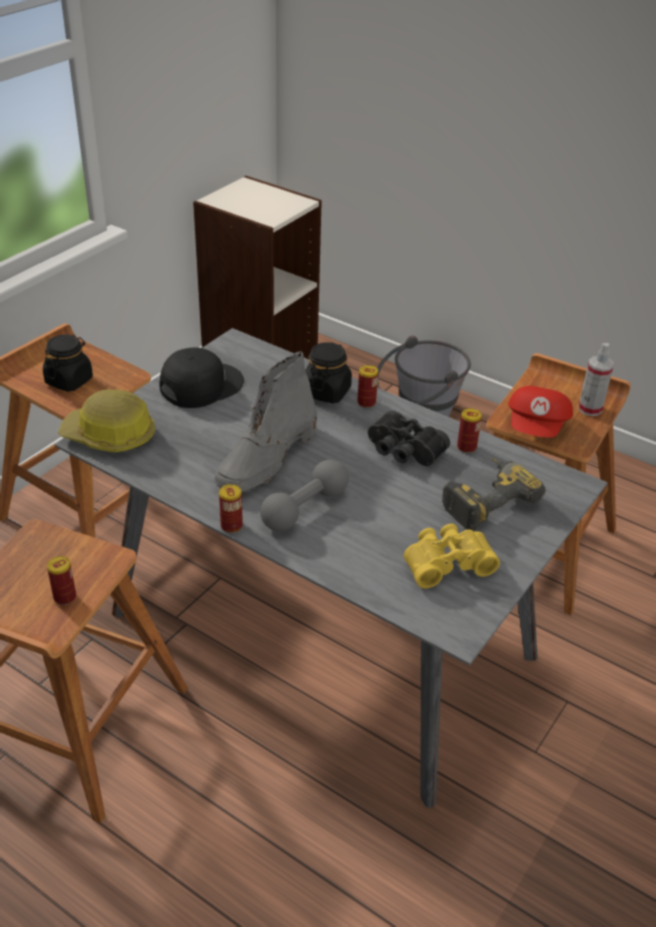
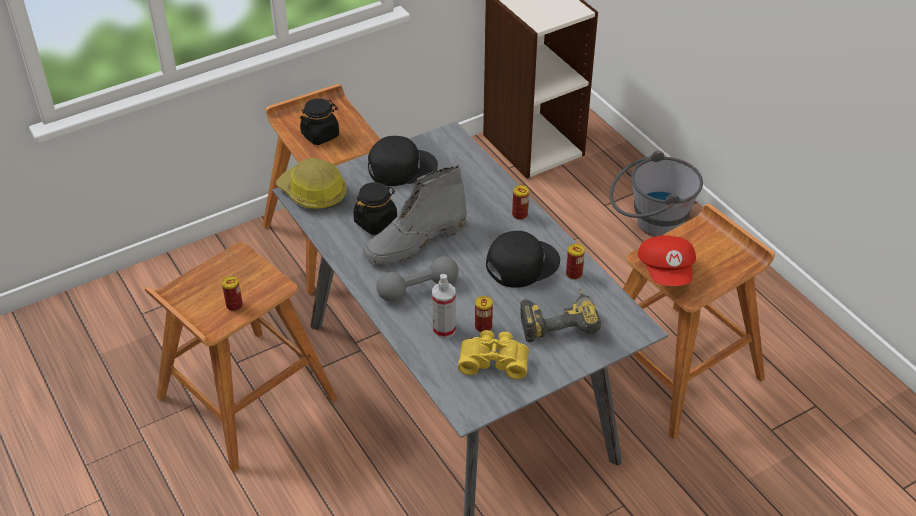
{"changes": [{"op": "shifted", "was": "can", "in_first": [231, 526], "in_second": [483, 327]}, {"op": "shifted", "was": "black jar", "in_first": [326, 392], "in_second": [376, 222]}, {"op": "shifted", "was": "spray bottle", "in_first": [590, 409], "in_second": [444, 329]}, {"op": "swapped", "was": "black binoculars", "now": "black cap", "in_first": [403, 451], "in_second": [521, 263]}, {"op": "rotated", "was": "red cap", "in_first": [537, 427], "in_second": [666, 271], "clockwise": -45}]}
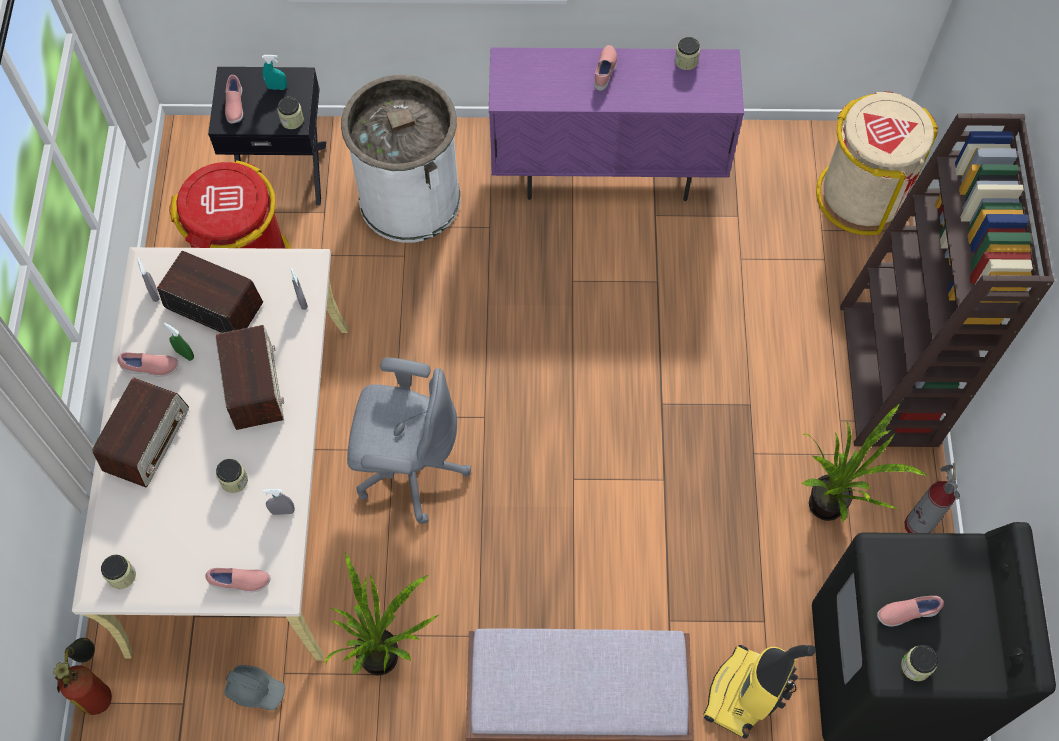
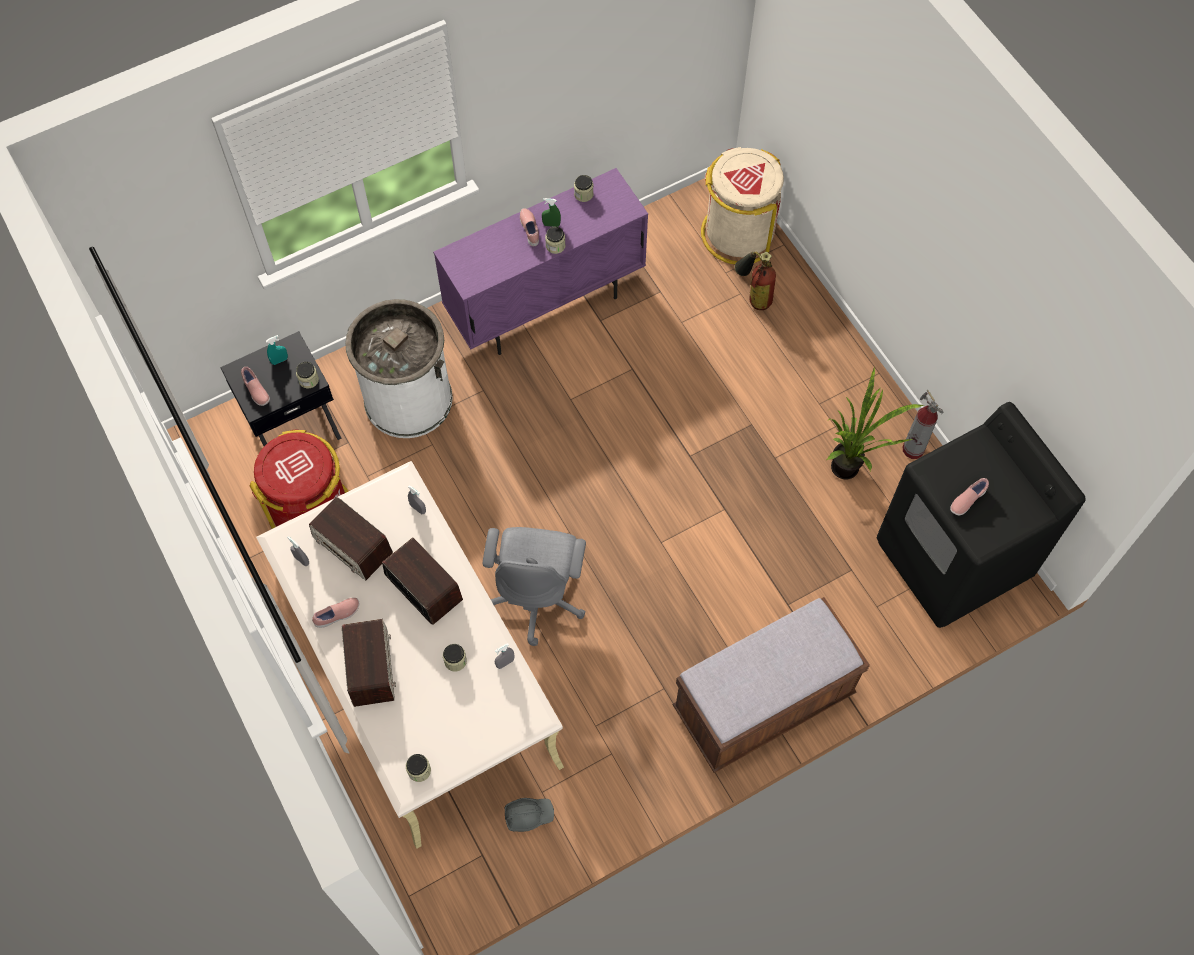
{"changes": [{"op": "gone", "was": "pink shoe", "in_first": [240, 582]}, {"op": "gone", "was": "potted plant", "in_first": [388, 658]}, {"op": "gone", "was": "vacuum cleaner", "in_first": [743, 694]}, {"op": "gone", "was": "brown bookcase", "in_first": [890, 376]}, {"op": "shifted", "was": "fire extinguisher", "in_first": [96, 686], "in_second": [753, 296]}, {"op": "shifted", "was": "green spray bottle", "in_first": [185, 354], "in_second": [551, 224]}, {"op": "shifted", "was": "jar", "in_first": [916, 666], "in_second": [555, 246]}, {"op": "rotated", "was": "radio", "in_first": [213, 305], "in_second": [353, 545], "clockwise": -135}, {"op": "rotated", "was": "grey office chair", "in_first": [410, 468], "in_second": [538, 597], "clockwise": 120}]}
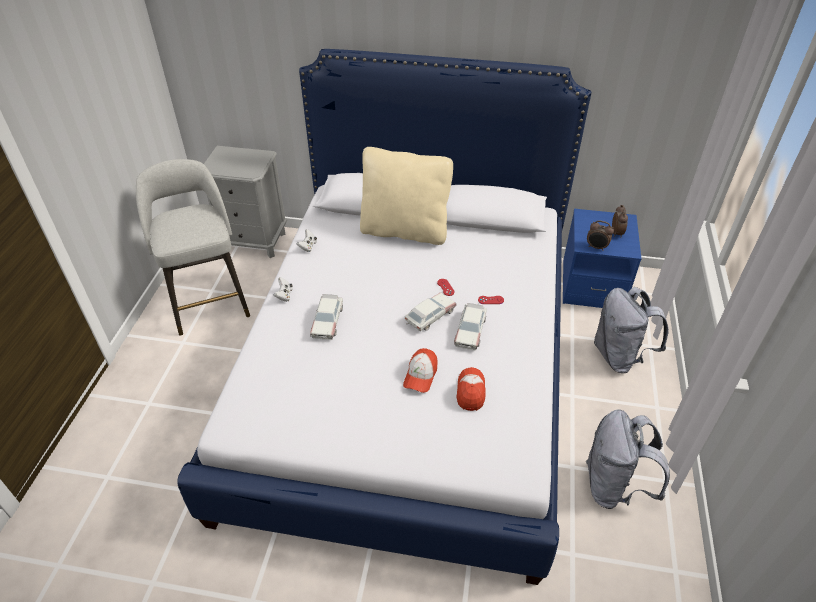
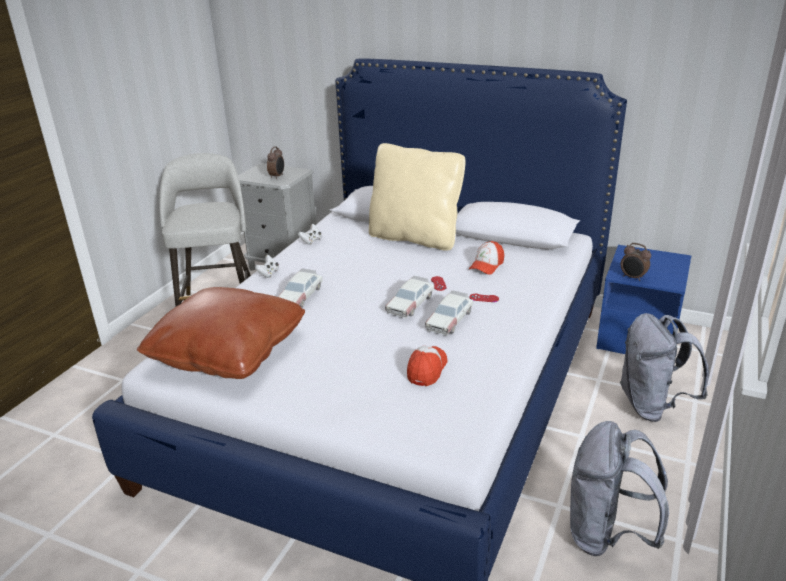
{"changes": [{"op": "new", "now": "brown pillow", "in_second": [228, 351]}, {"op": "shifted", "was": "cap", "in_first": [420, 375], "in_second": [486, 265]}, {"op": "shifted", "was": "alarm clock", "in_first": [617, 233], "in_second": [277, 176]}, {"op": "rotated", "was": "toy car", "in_first": [430, 316], "in_second": [410, 303], "clockwise": 150}]}
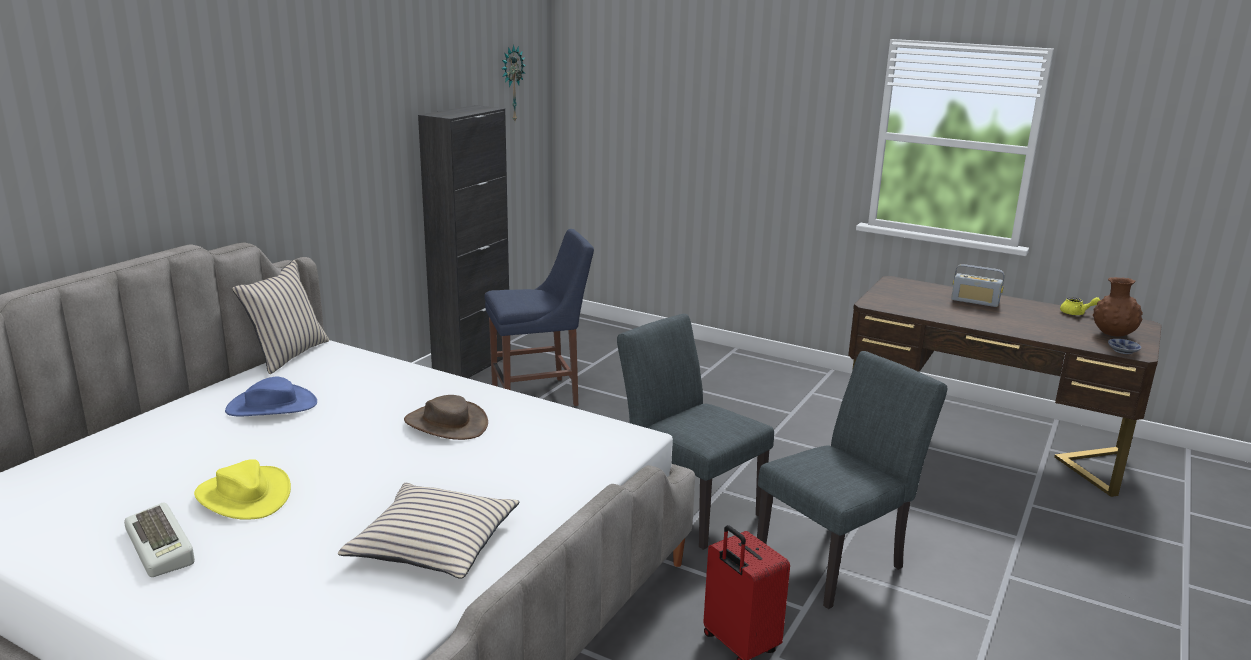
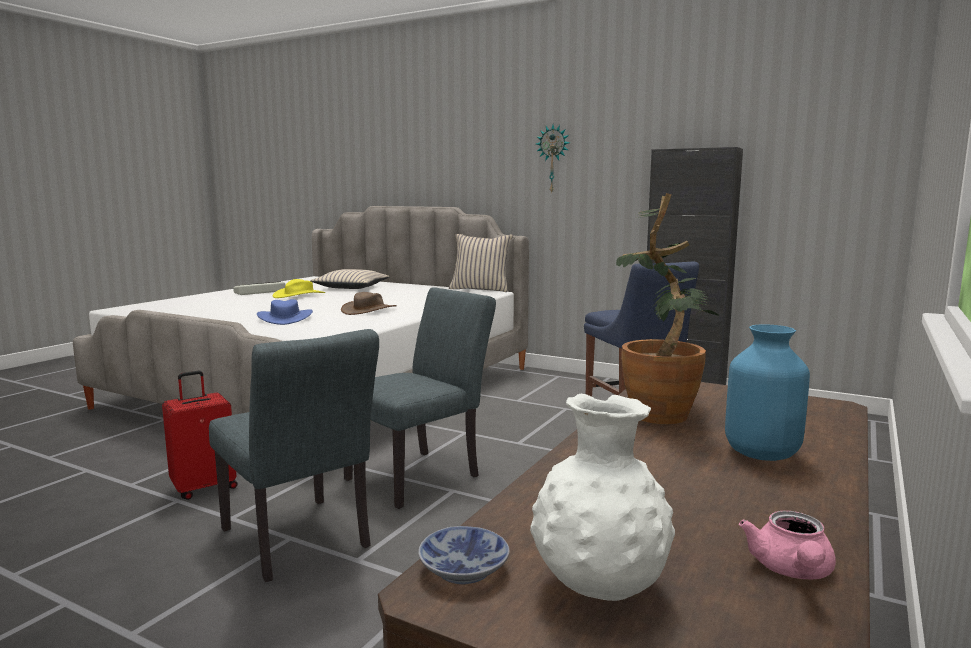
{"changes": [{"op": "new", "now": "potted plant", "in_second": [665, 411]}, {"op": "shifted", "was": "blue hat", "in_first": [272, 406], "in_second": [285, 318]}, {"op": "shifted", "was": "beige pillow", "in_first": [433, 544], "in_second": [351, 287]}, {"op": "shifted", "was": "wall clock", "in_first": [511, 84], "in_second": [553, 159]}, {"op": "swapped", "was": "radio", "now": "blue vase", "in_first": [975, 301], "in_second": [762, 454]}, {"op": "repainted", "was": "yellow teapot", "now": "pink teapot", "in_first": [1076, 313], "in_second": [791, 571]}, {"op": "repainted", "was": "brown vase", "now": "white vase", "in_first": [1112, 335], "in_second": [599, 587]}]}
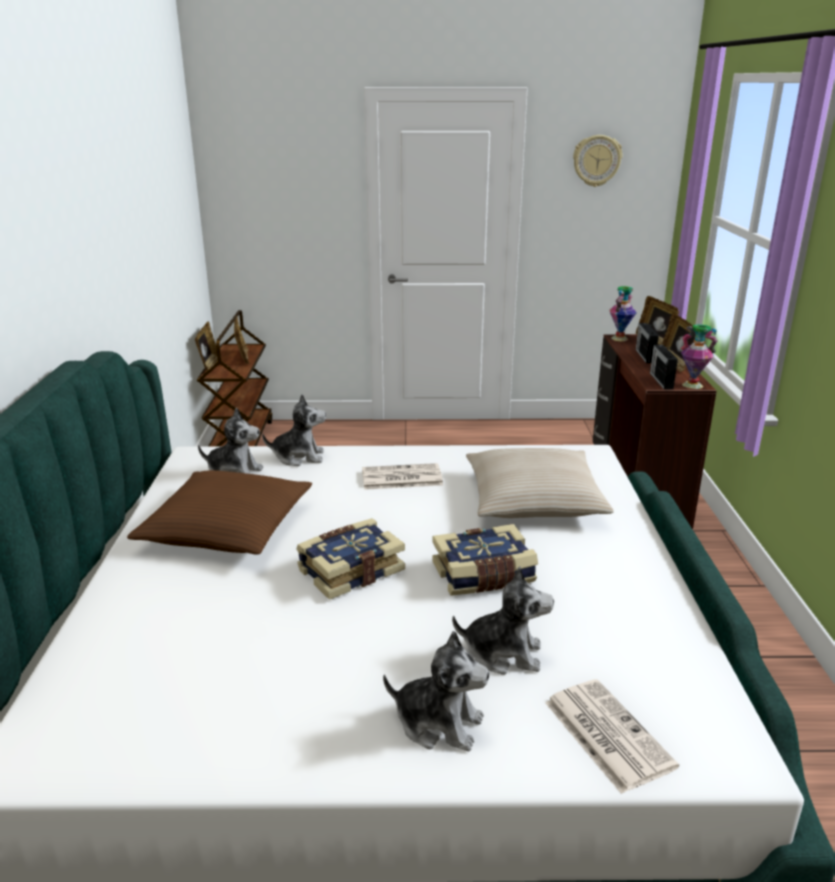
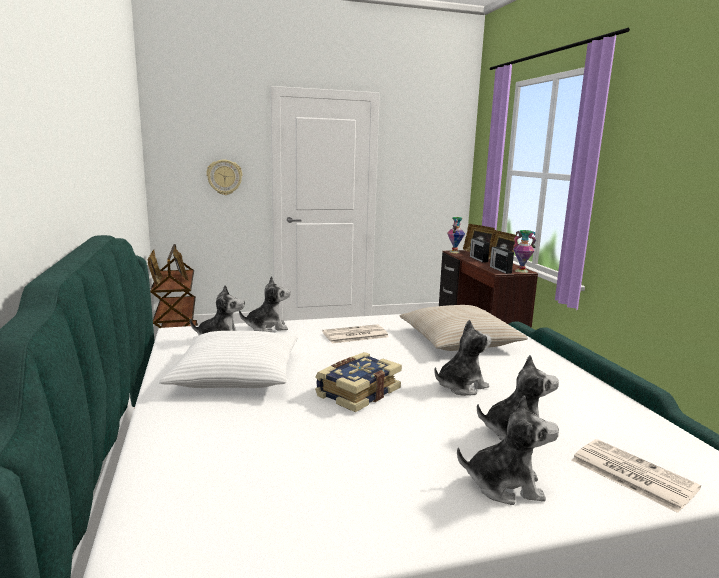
{"changes": [{"op": "shifted", "was": "wall clock", "in_first": [596, 160], "in_second": [224, 177]}, {"op": "swapped", "was": "book", "now": "plush toy", "in_first": [484, 575], "in_second": [460, 386]}, {"op": "repainted", "was": "brown pillow", "now": "white pillow", "in_first": [226, 528], "in_second": [236, 374]}]}
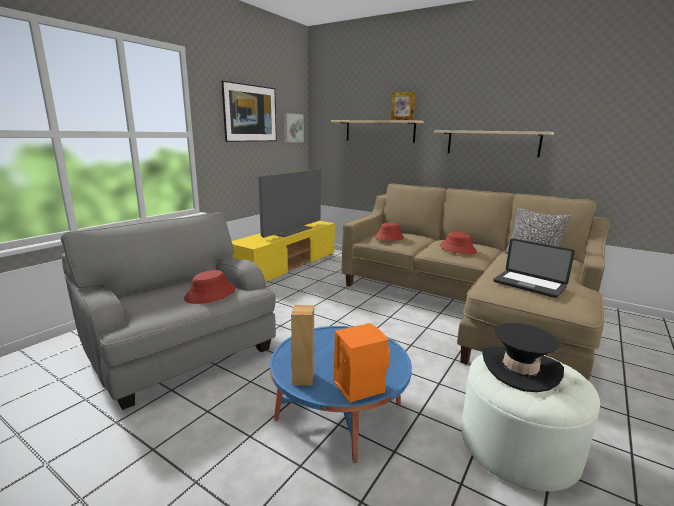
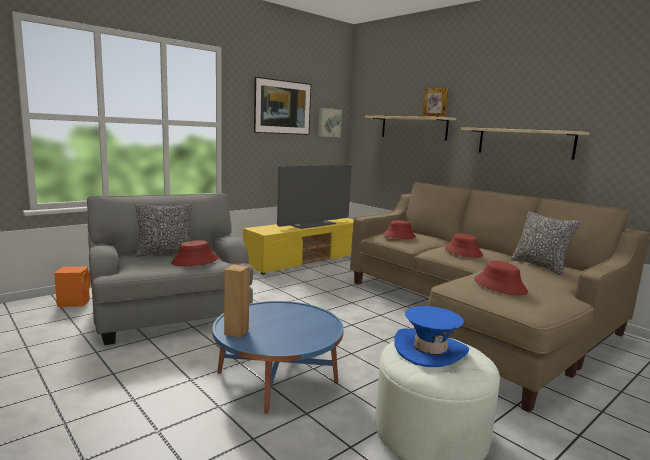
{"changes": [{"op": "new", "now": "pillow", "in_second": [165, 253]}, {"op": "shifted", "was": "orange speaker", "in_first": [358, 386], "in_second": [74, 302]}, {"op": "swapped", "was": "laptop", "now": "red hat", "in_first": [529, 285], "in_second": [500, 286]}, {"op": "repainted", "was": "black hat", "now": "blue hat", "in_first": [520, 369], "in_second": [430, 350]}]}
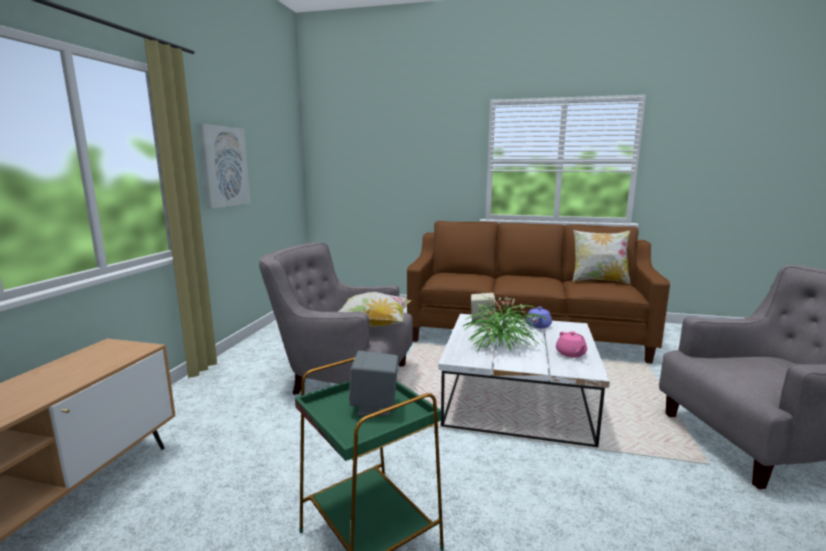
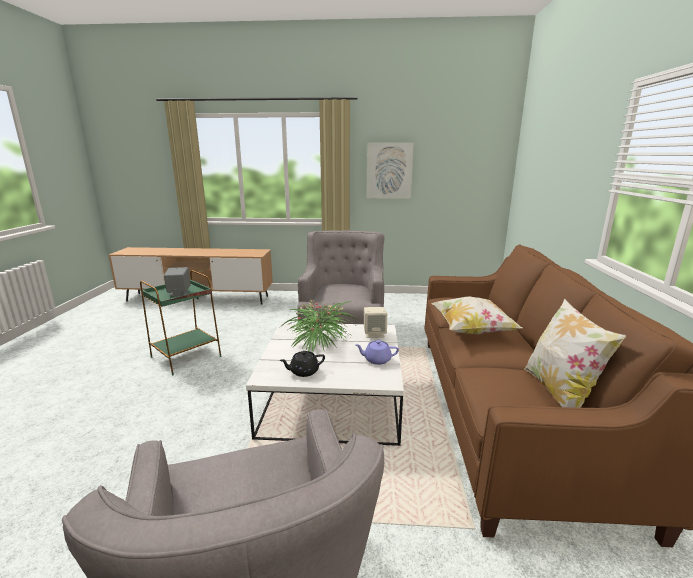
{"changes": [{"op": "shifted", "was": "pillow", "in_first": [373, 325], "in_second": [471, 331]}, {"op": "repainted", "was": "pink teapot", "now": "black teapot", "in_first": [571, 354], "in_second": [303, 372]}]}
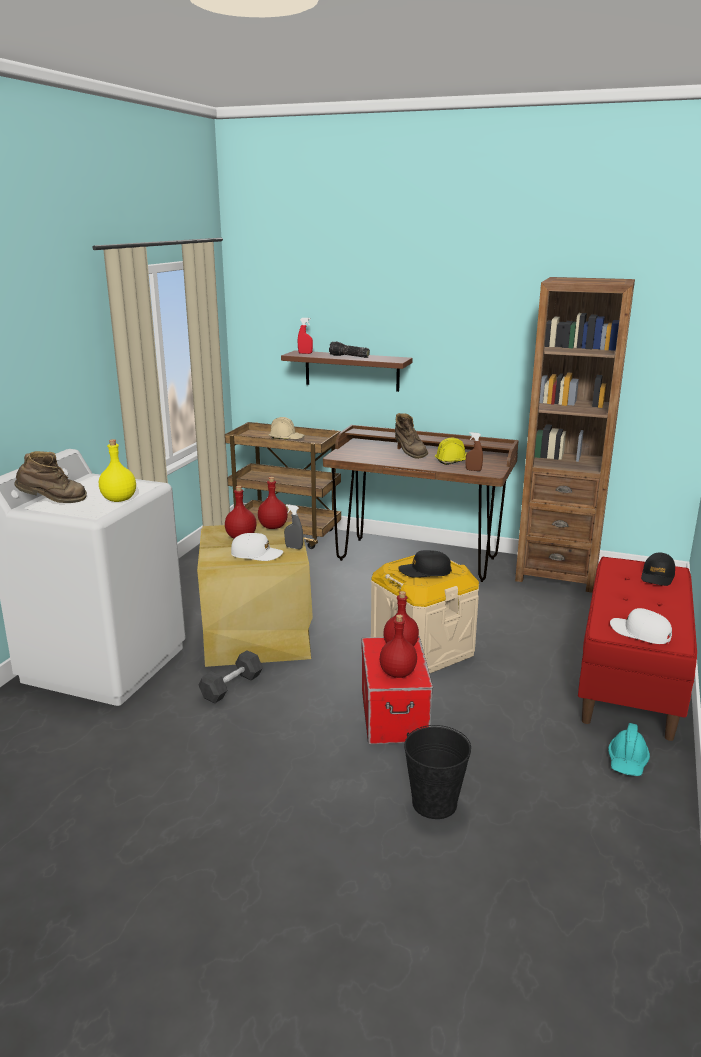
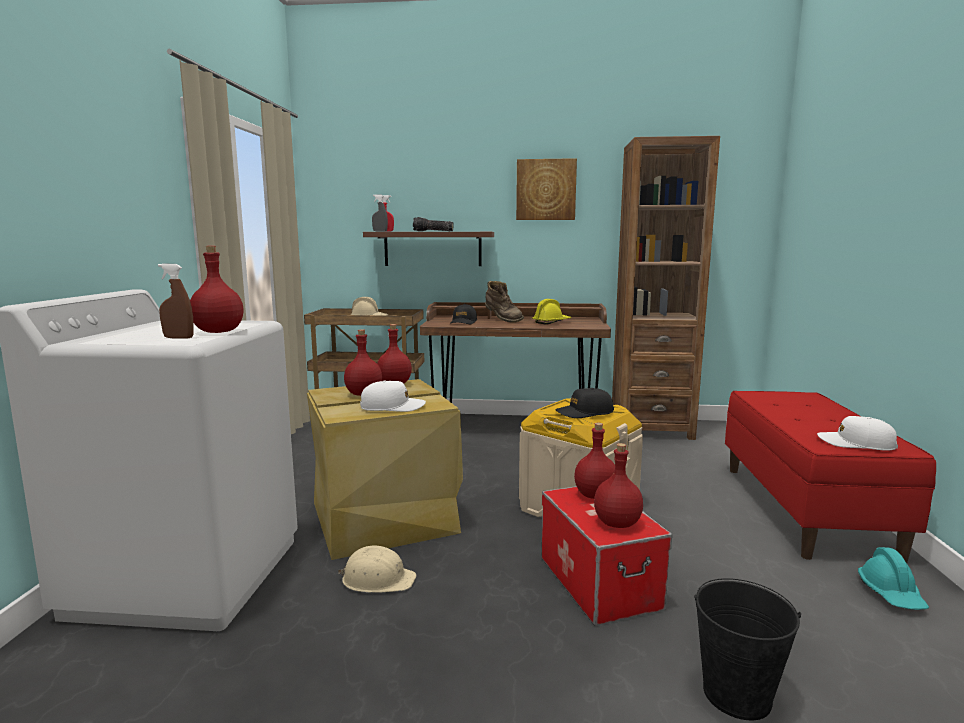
{"changes": [{"op": "gone", "was": "brown boot", "in_first": [53, 503]}, {"op": "new", "now": "picture", "in_second": [546, 190]}, {"op": "shifted", "was": "grey spray bottle", "in_first": [294, 547], "in_second": [380, 231]}, {"op": "shifted", "was": "brown spray bottle", "in_first": [473, 470], "in_second": [178, 338]}, {"op": "shifted", "was": "black cap", "in_first": [657, 576], "in_second": [463, 322]}, {"op": "swapped", "was": "black dumbbell", "now": "beige hard hat", "in_first": [232, 686], "in_second": [377, 579]}, {"op": "repainted", "was": "yellow bottle", "now": "red bottle", "in_first": [119, 500], "in_second": [219, 332]}]}
